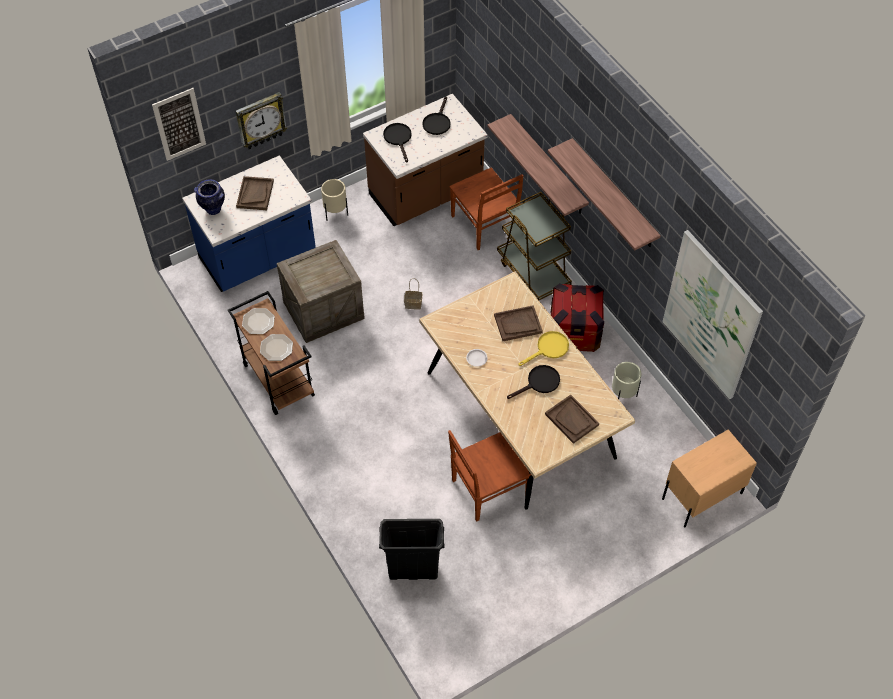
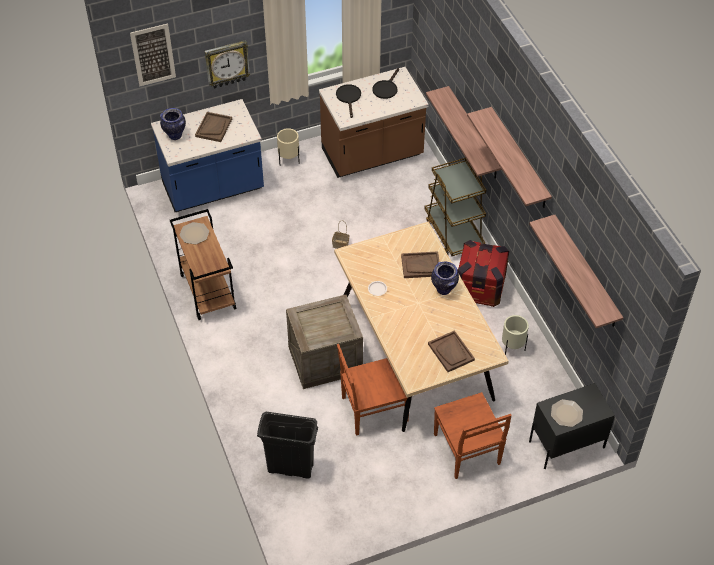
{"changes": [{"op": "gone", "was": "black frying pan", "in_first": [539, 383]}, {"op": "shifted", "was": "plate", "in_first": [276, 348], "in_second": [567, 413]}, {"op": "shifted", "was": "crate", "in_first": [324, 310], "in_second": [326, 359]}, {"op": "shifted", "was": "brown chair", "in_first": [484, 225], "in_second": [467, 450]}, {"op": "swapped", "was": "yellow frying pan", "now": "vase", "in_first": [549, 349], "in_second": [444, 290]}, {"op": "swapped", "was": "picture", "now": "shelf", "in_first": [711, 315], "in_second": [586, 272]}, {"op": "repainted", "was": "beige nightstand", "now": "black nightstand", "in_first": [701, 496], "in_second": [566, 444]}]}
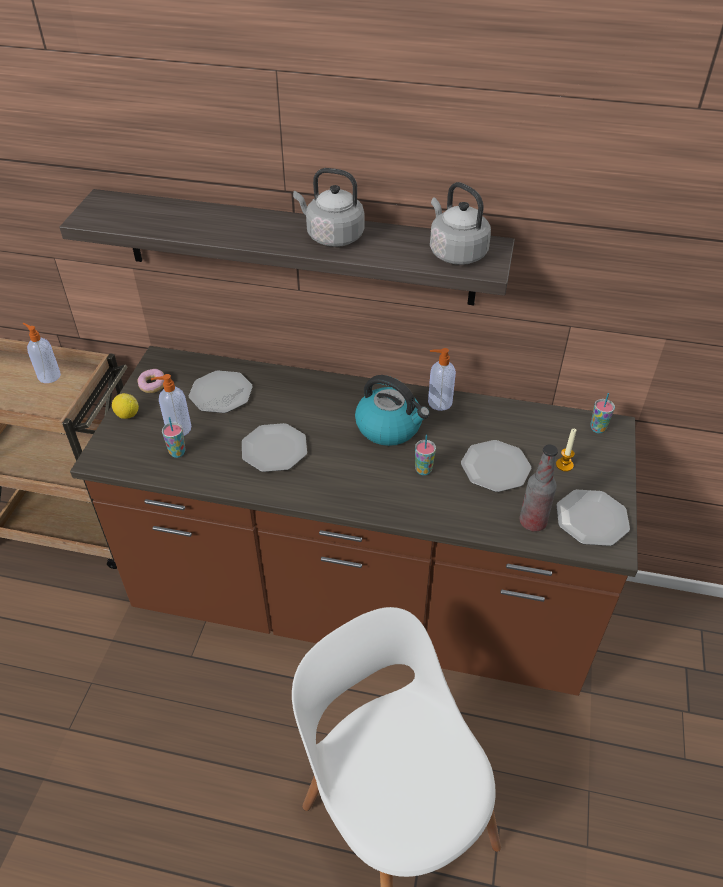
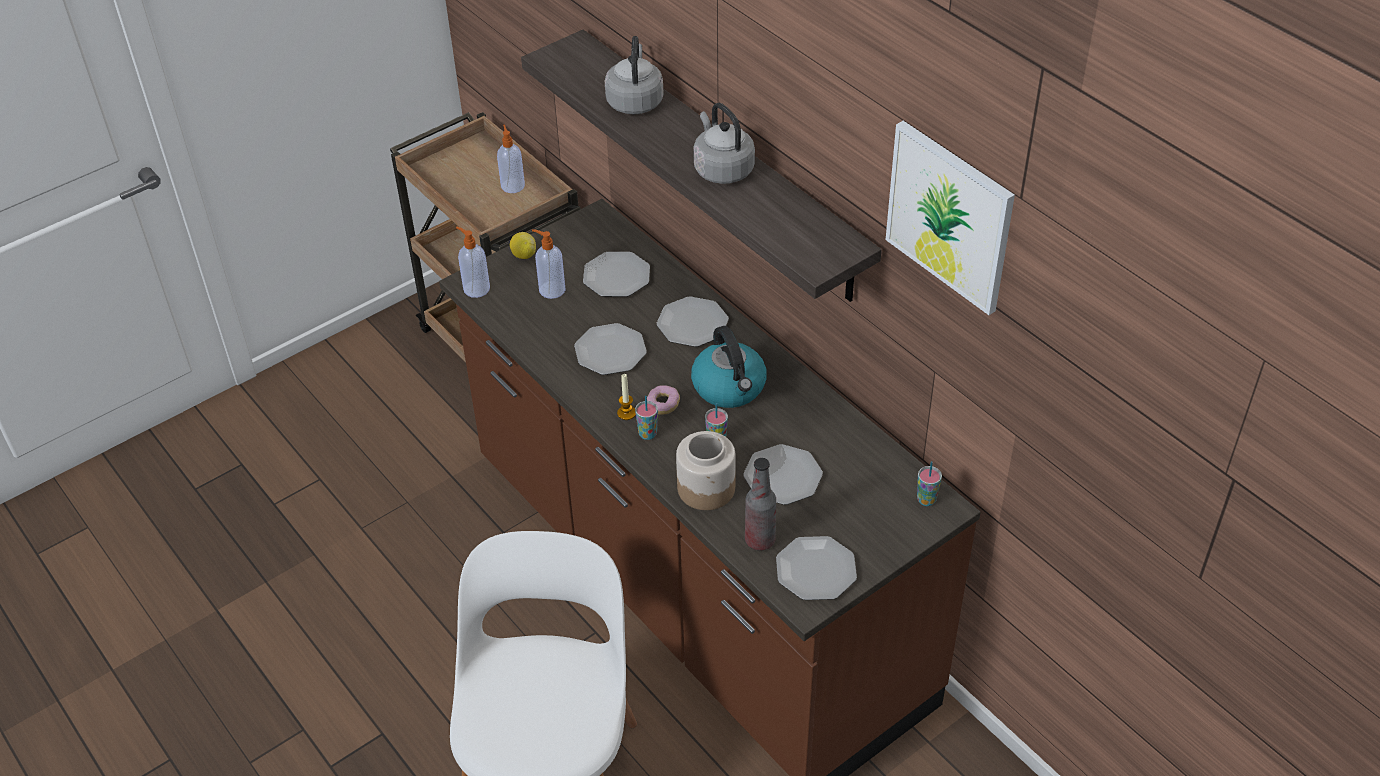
{"changes": [{"op": "new", "now": "plate", "in_second": [693, 324]}, {"op": "new", "now": "jar", "in_second": [706, 488]}, {"op": "new", "now": "picture", "in_second": [949, 216]}, {"op": "shifted", "was": "donut", "in_first": [152, 385], "in_second": [663, 405]}, {"op": "shifted", "was": "cup", "in_first": [177, 452], "in_second": [647, 434]}, {"op": "shifted", "was": "soap dispenser", "in_first": [439, 402], "in_second": [476, 288]}, {"op": "shifted", "was": "grey kettle", "in_first": [455, 252], "in_second": [635, 101]}, {"op": "shifted", "was": "candle", "in_first": [564, 465], "in_second": [626, 413]}]}
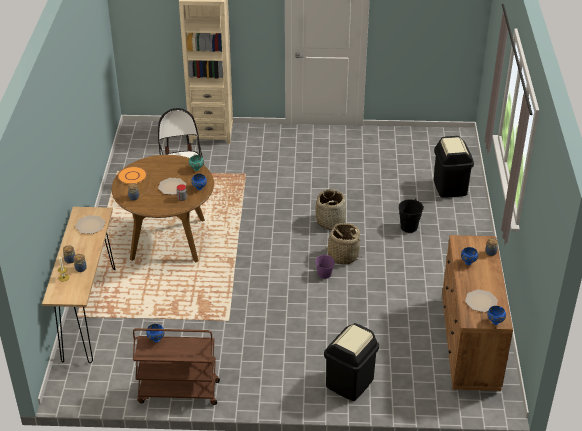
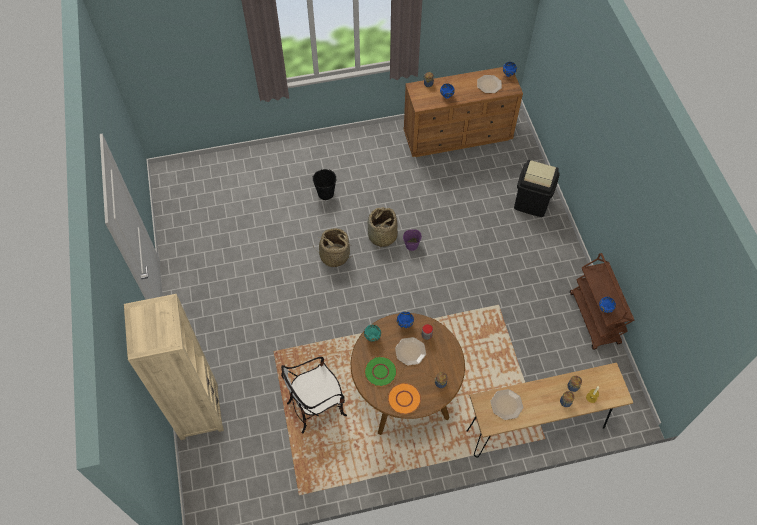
{"changes": [{"op": "gone", "was": "black trash can", "in_first": [449, 187]}, {"op": "new", "now": "green plate", "in_second": [380, 372]}]}
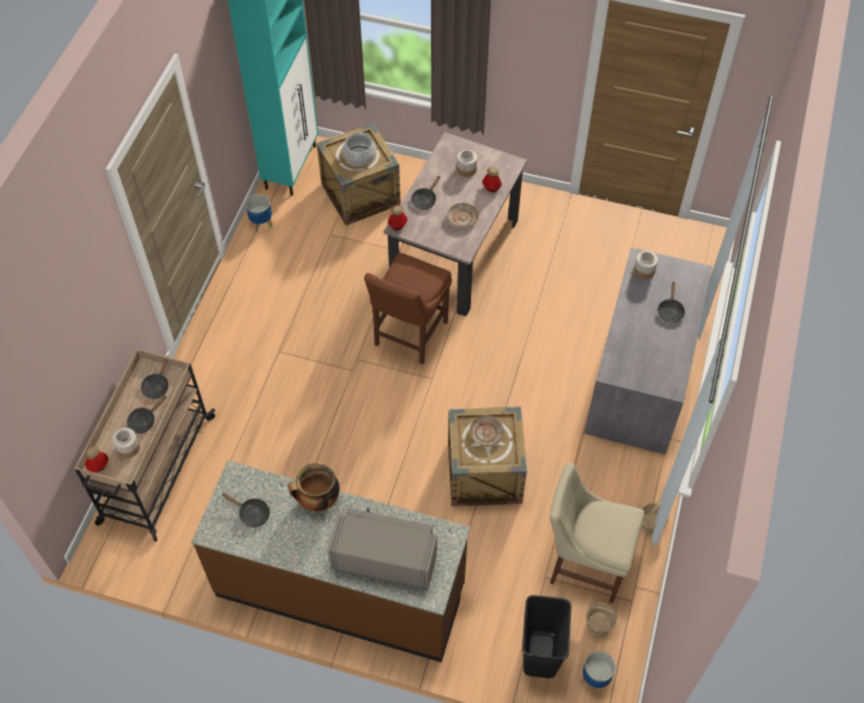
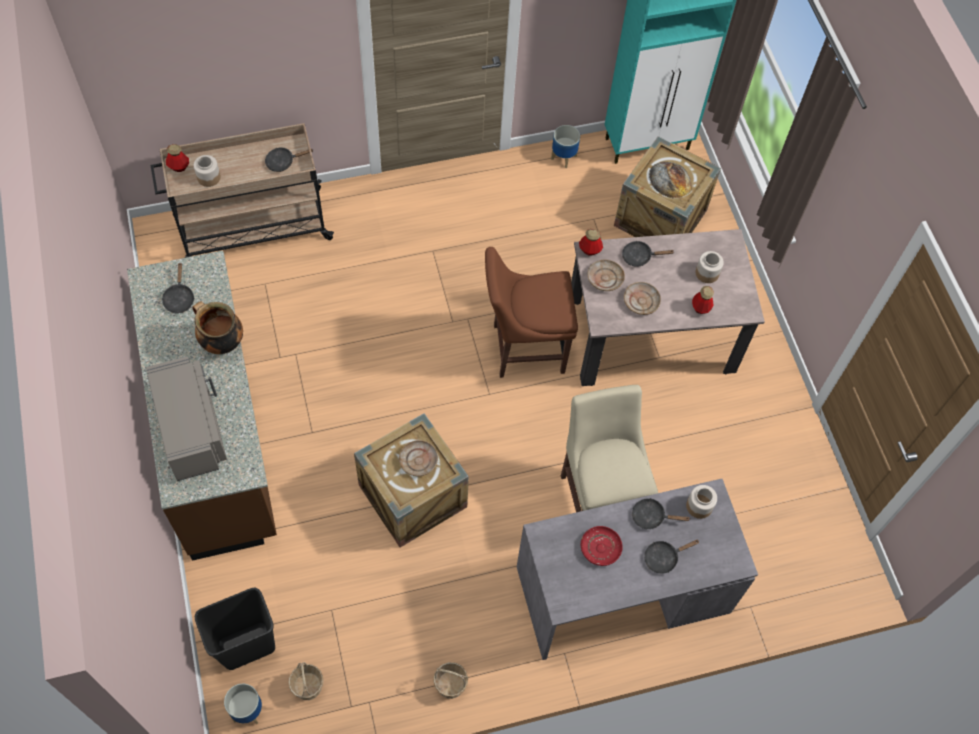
{"changes": [{"op": "new", "now": "red plate", "in_second": [600, 548]}, {"op": "new", "now": "beige plate", "in_second": [605, 278]}, {"op": "shifted", "was": "black frying pan", "in_first": [144, 421], "in_second": [651, 516]}, {"op": "shifted", "was": "beige chair", "in_first": [584, 564], "in_second": [599, 496]}, {"op": "swapped", "was": "cooking pot", "now": "bread", "in_first": [359, 156], "in_second": [670, 180]}]}
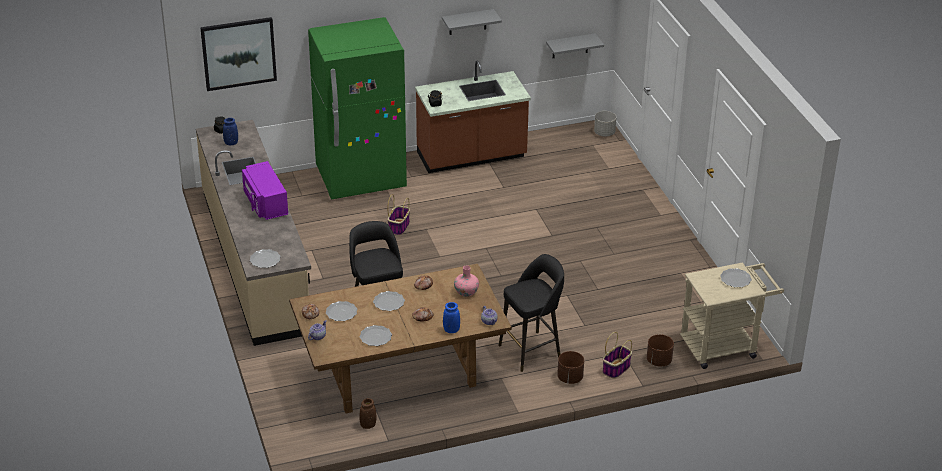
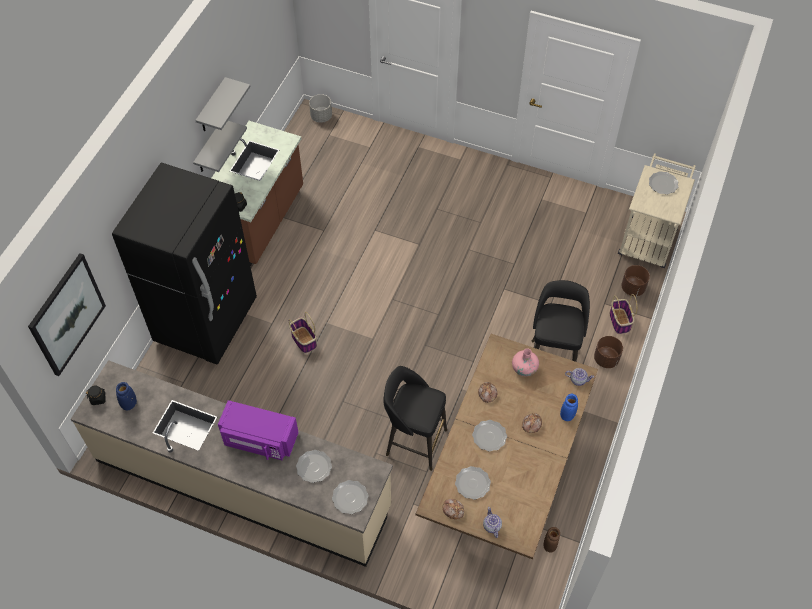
{"changes": [{"op": "shifted", "was": "plate", "in_first": [375, 337], "in_second": [313, 467]}, {"op": "shifted", "was": "grey shelf", "in_first": [570, 46], "in_second": [209, 148]}, {"op": "repainted", "was": "green fridge", "now": "black fridge", "in_first": [361, 179], "in_second": [206, 321]}]}
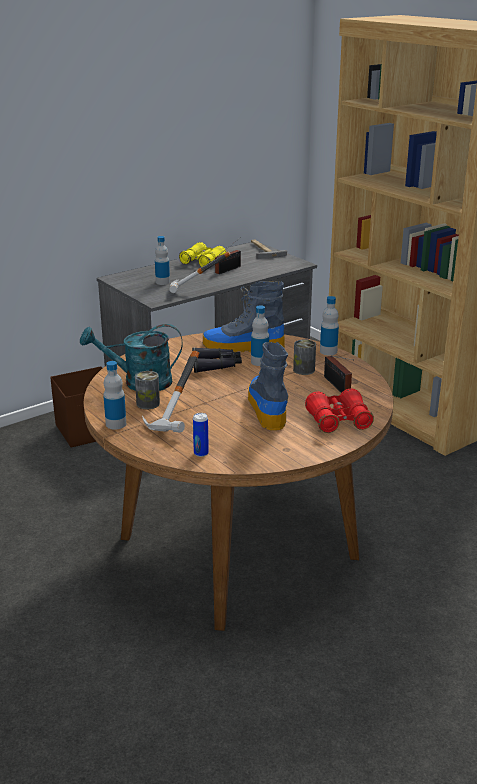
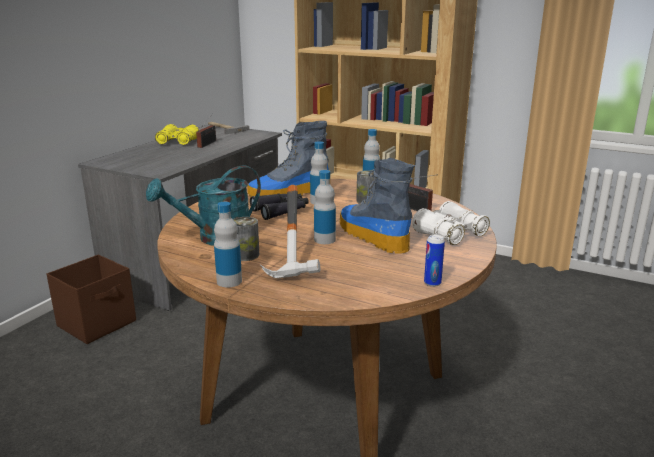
{"changes": [{"op": "gone", "was": "hammer", "in_first": [196, 293]}, {"op": "shifted", "was": "bottle", "in_first": [162, 282], "in_second": [324, 240]}, {"op": "shifted", "was": "can", "in_first": [201, 453], "in_second": [432, 283]}, {"op": "repainted", "was": "red binoculars", "now": "white binoculars", "in_first": [338, 421], "in_second": [449, 234]}]}
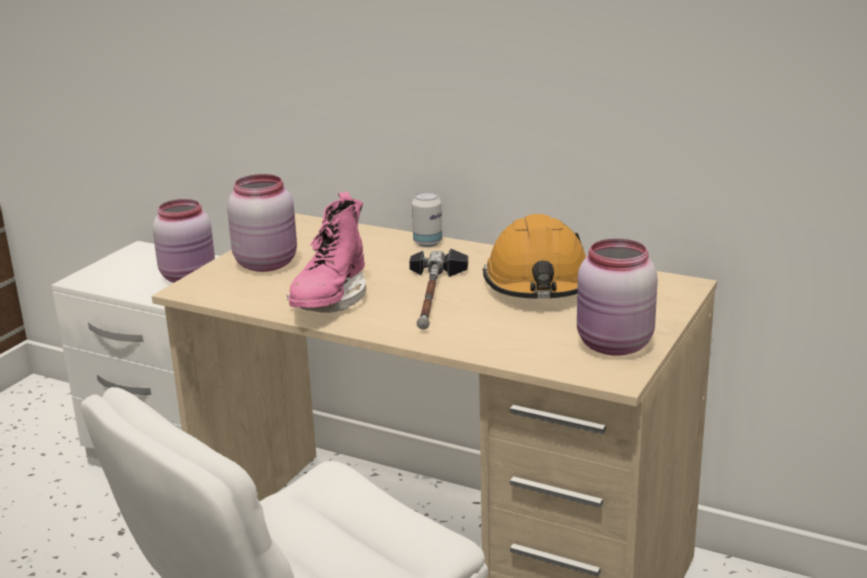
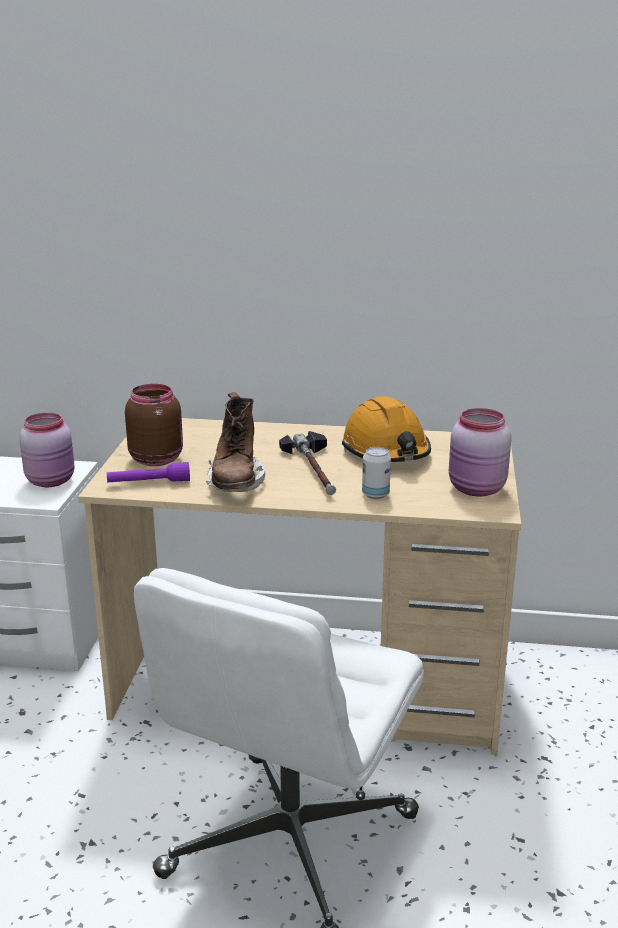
{"changes": [{"op": "new", "now": "purple flashlight", "in_second": [149, 483]}, {"op": "shifted", "was": "can", "in_first": [427, 243], "in_second": [375, 494]}, {"op": "repainted", "was": "pink jar", "now": "brown jar", "in_first": [267, 263], "in_second": [156, 458]}, {"op": "repainted", "was": "pink boot", "now": "brown boot", "in_first": [329, 301], "in_second": [235, 482]}]}
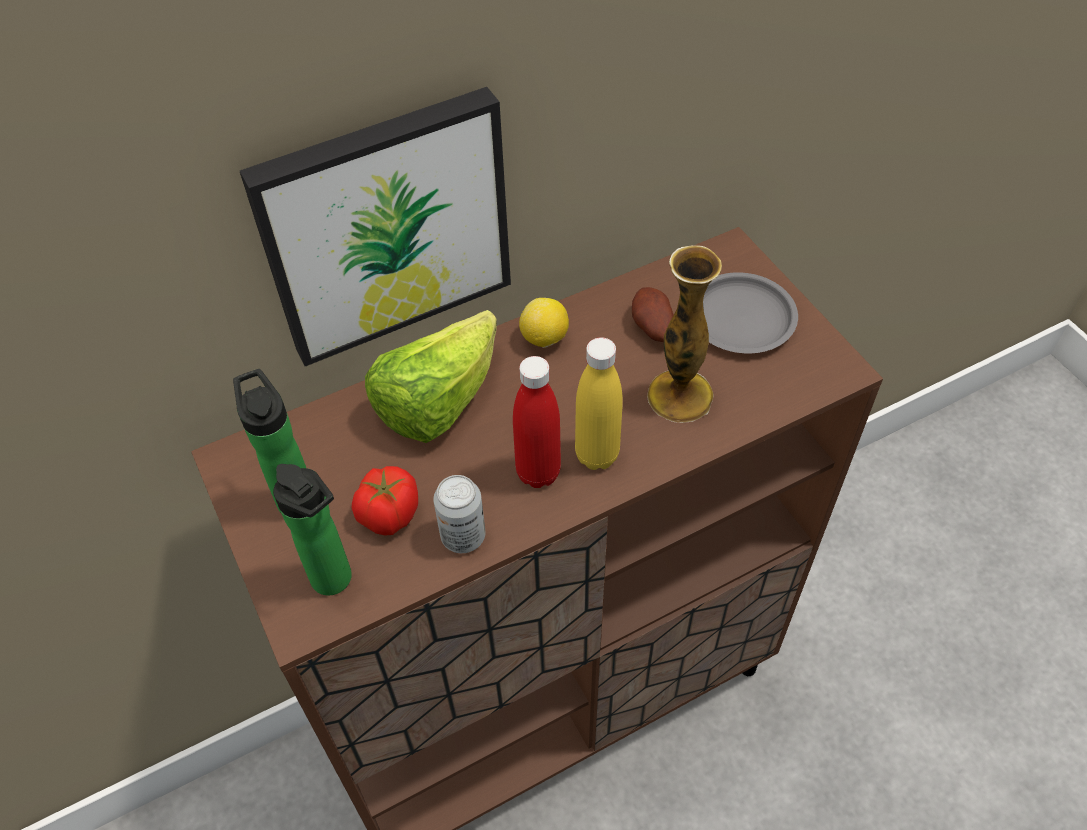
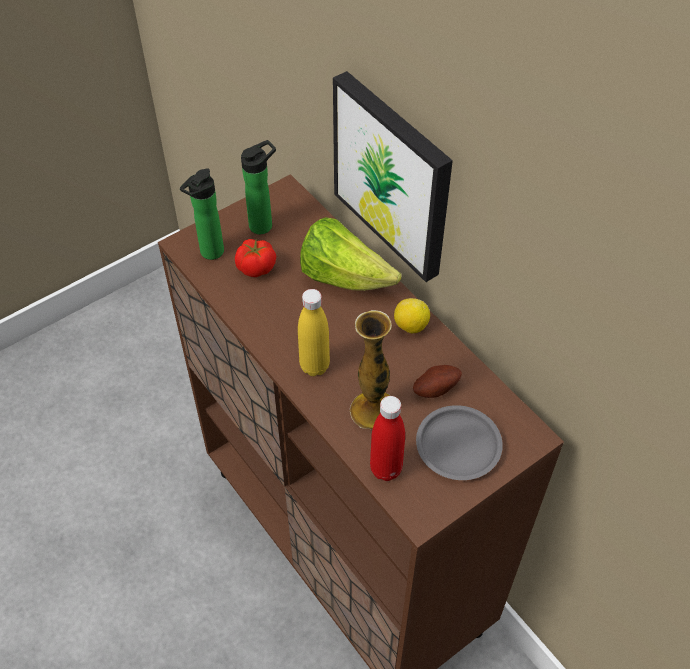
{"changes": [{"op": "gone", "was": "can", "in_first": [463, 536]}, {"op": "shifted", "was": "red bottle", "in_first": [538, 472], "in_second": [386, 469]}]}
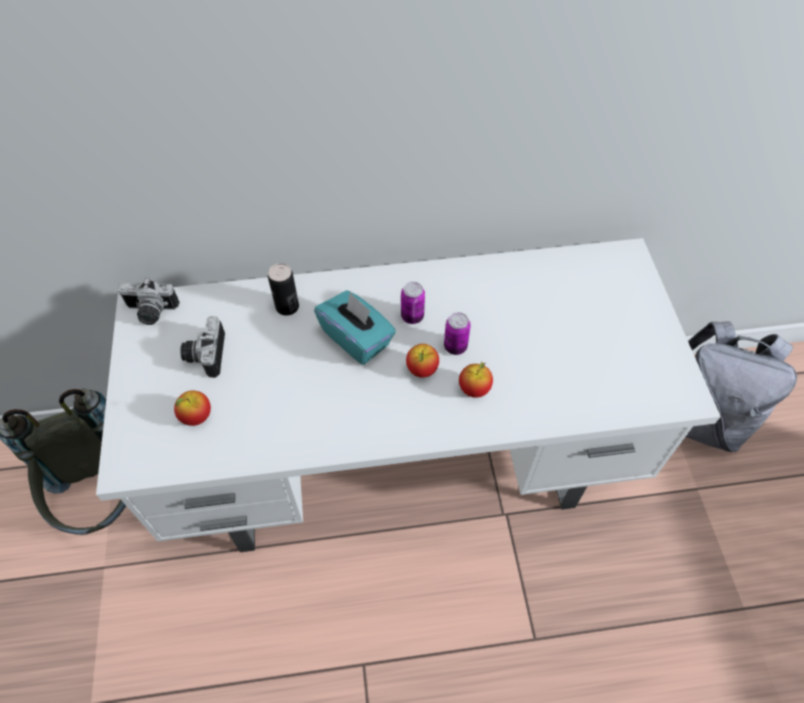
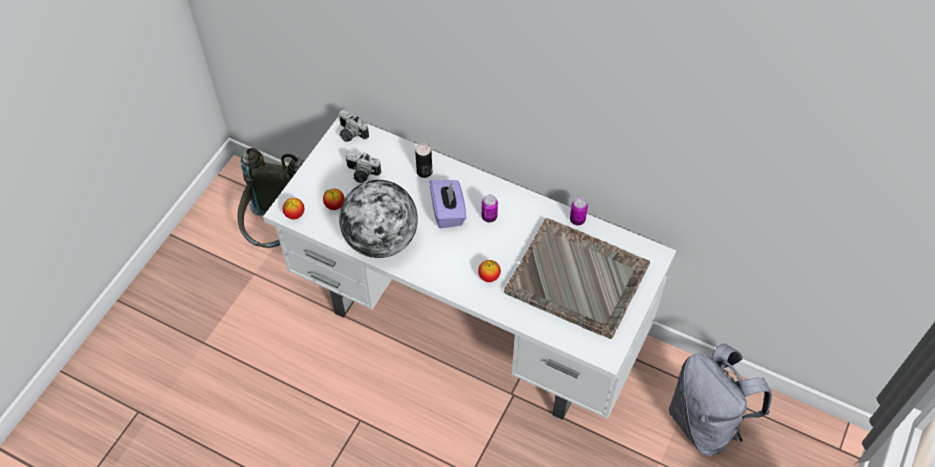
{"changes": [{"op": "new", "now": "globe", "in_second": [381, 240]}, {"op": "new", "now": "grey tray", "in_second": [578, 280]}, {"op": "shifted", "was": "apple", "in_first": [422, 370], "in_second": [295, 215]}, {"op": "shifted", "was": "can", "in_first": [455, 347], "in_second": [577, 220]}, {"op": "repainted", "was": "turquoise tissue box", "now": "purple tissue box", "in_first": [357, 338], "in_second": [448, 212]}, {"op": "rotated", "was": "photo camera", "in_first": [205, 355], "in_second": [361, 174], "clockwise": -105}]}
